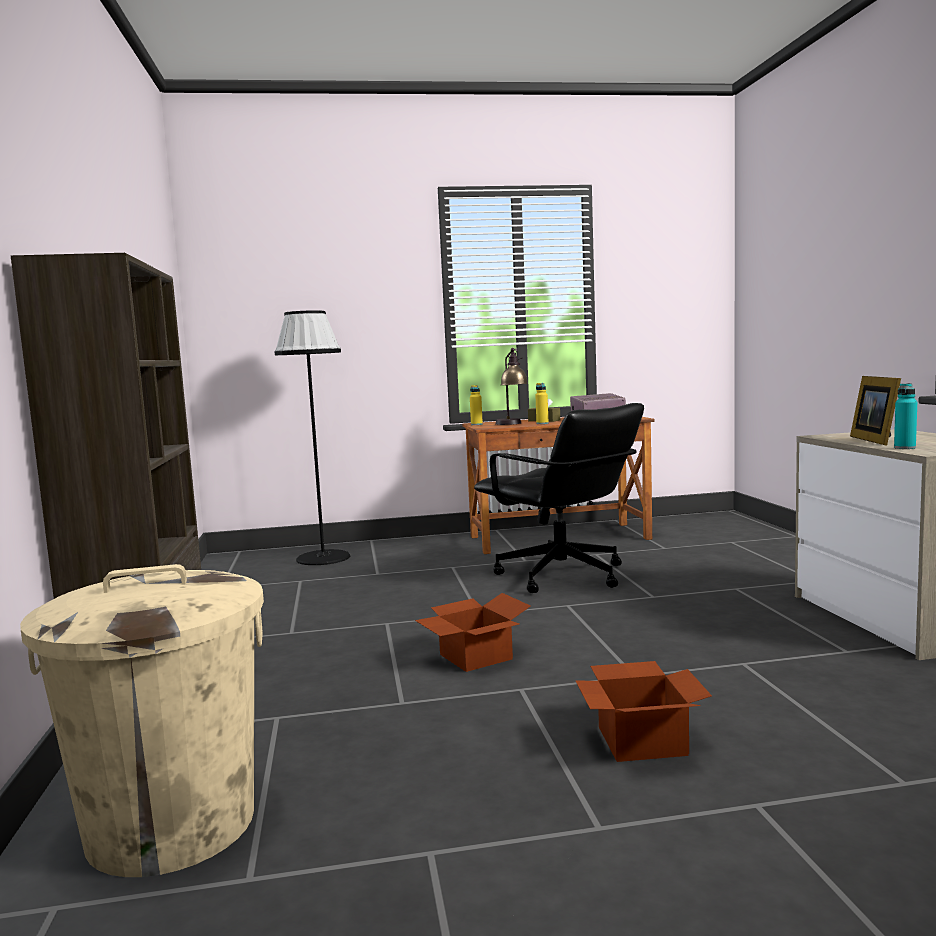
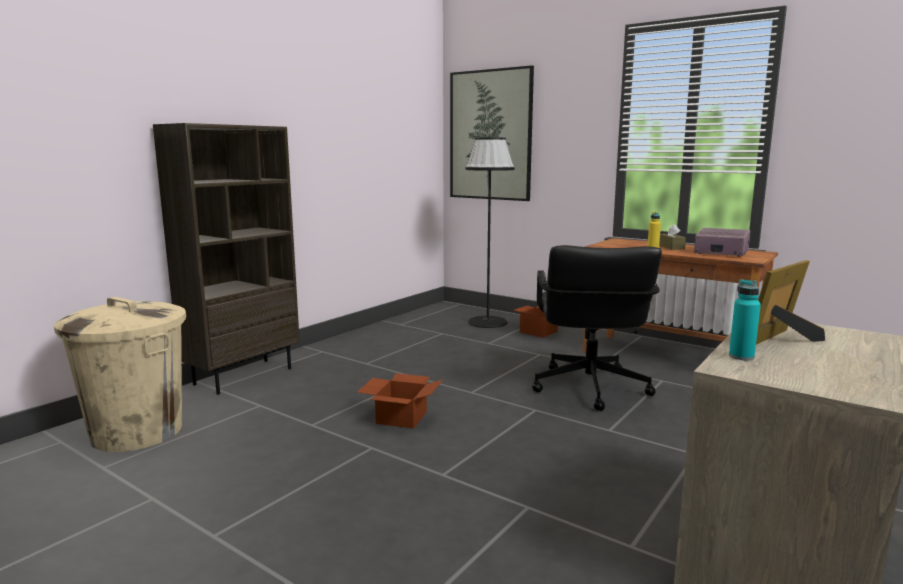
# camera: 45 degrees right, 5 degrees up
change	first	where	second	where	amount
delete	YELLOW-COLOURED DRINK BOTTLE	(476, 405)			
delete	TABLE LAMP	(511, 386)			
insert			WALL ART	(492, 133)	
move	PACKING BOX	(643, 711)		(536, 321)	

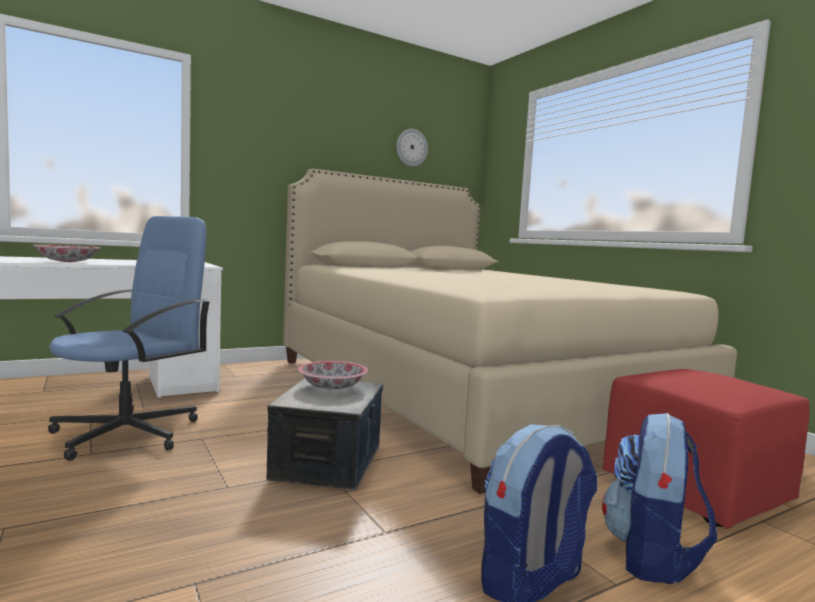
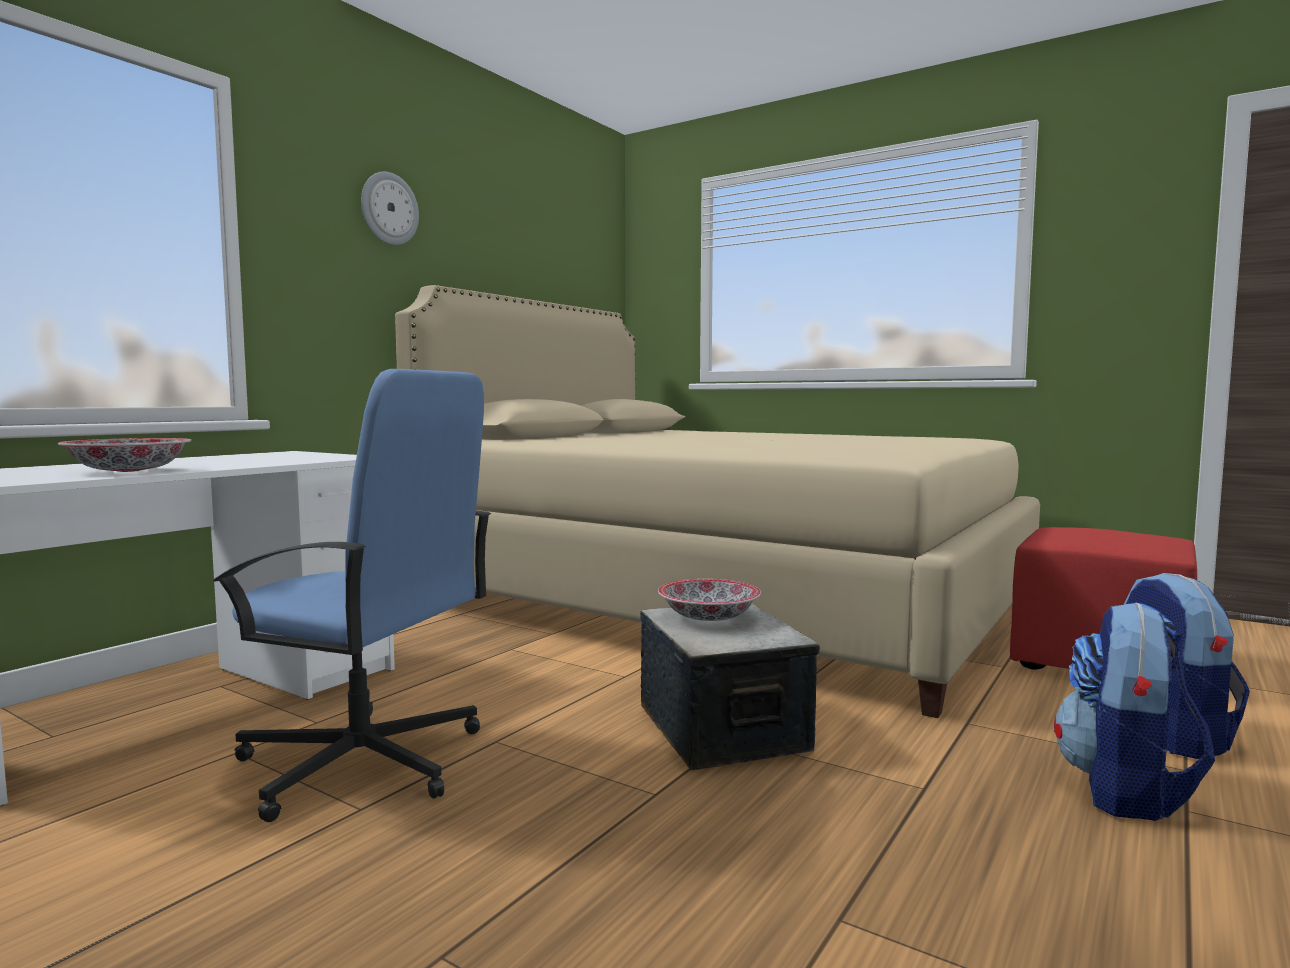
# camera: 25 degrees left, 0 degrees up
change	first	where	second	where	amount
move	CLOCK ON THE WALL	(412, 148)		(390, 208)	
rotate	BLUE DESK CHAIR	(129, 338)		(352, 595)	105 degrees clockwise

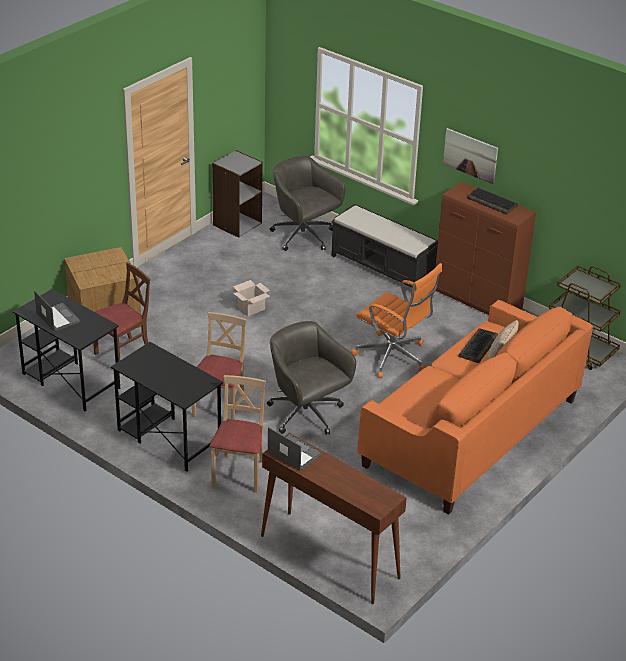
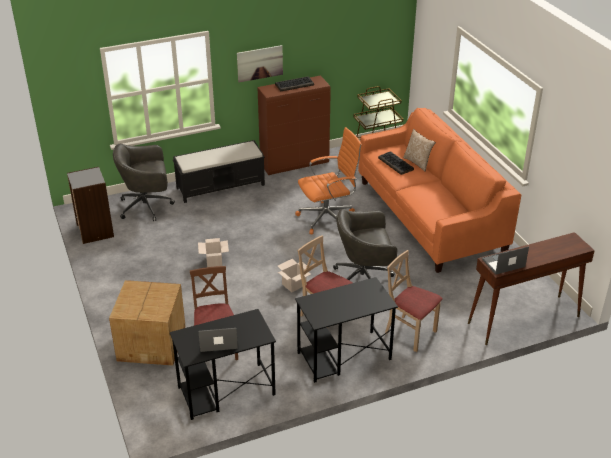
# camera: 60 degrees left, 0 degrees up
change	first	where	second	where	amount
insert			PACKING BOX	(294, 275)	

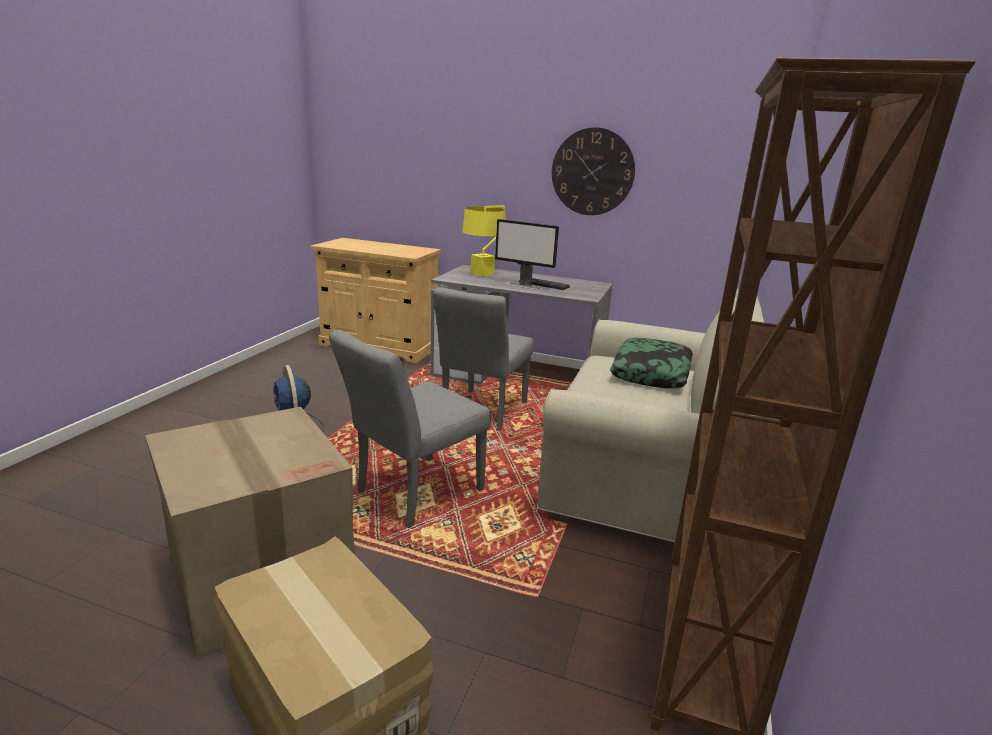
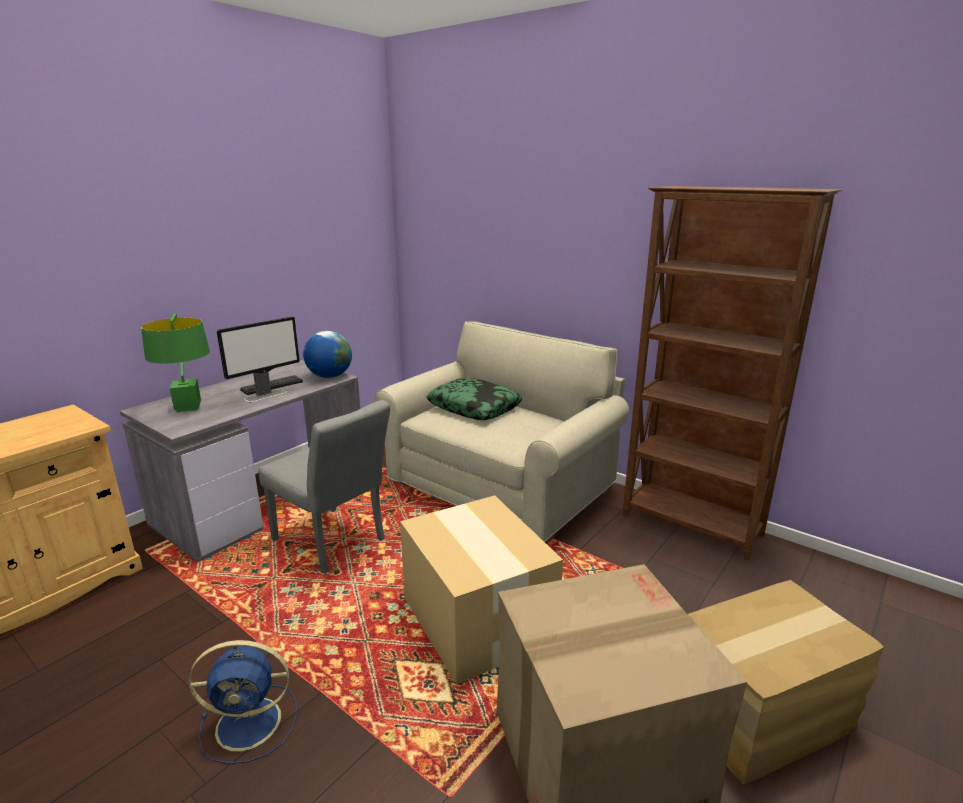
# camera: 70 degrees left, 0 degrees up
change	first	where	second	where	amount
delete	CLOCK ON THE WALL	(593, 171)			
insert			WORLD GLOBE	(327, 354)	
replace	GRAY UPRIGHT CHAIR	(410, 429)	PACKING BOX	(481, 589)	
recolor	YELLOW-COLOURED TABLE LAMP	(484, 241)	GREEN-COLOURED TABLE LAMP	(175, 362)	

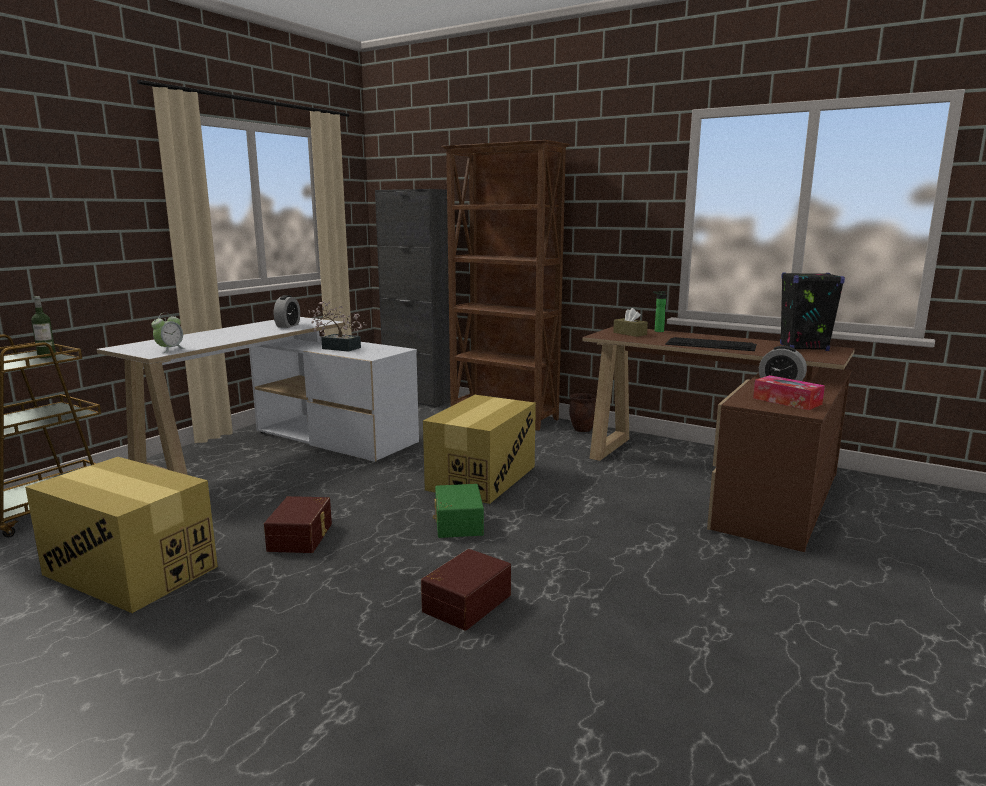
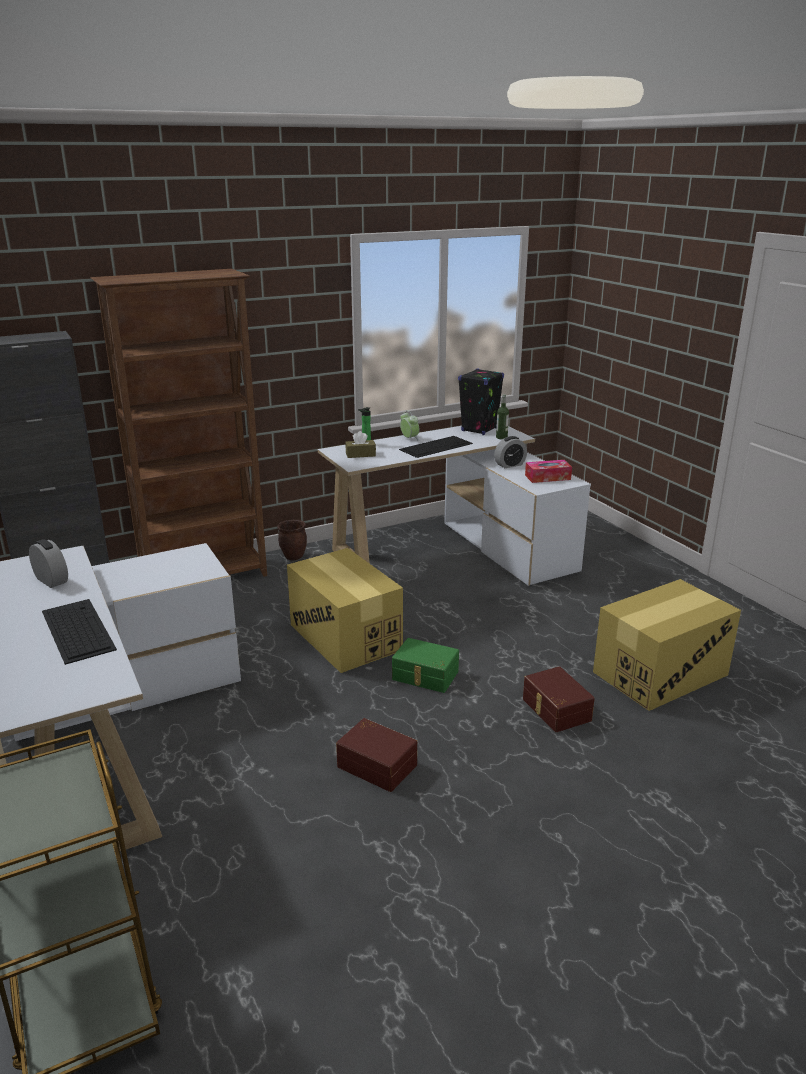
# camera: 60 degrees left, 10 degrees up
change	first	where	second	where	amount
delete	POTTED PLANT	(337, 326)			
insert			PC KEYBOARD	(79, 632)	
move	PACKING BOX	(121, 535)		(667, 645)	
move	DRINK BOTTLE	(43, 327)		(502, 417)	
move	BEDSIDE CLOCK	(168, 333)		(410, 425)	
recolor	BROWNISH DESK TABLE	(718, 439)	WHITISH DESK TABLE	(454, 506)	

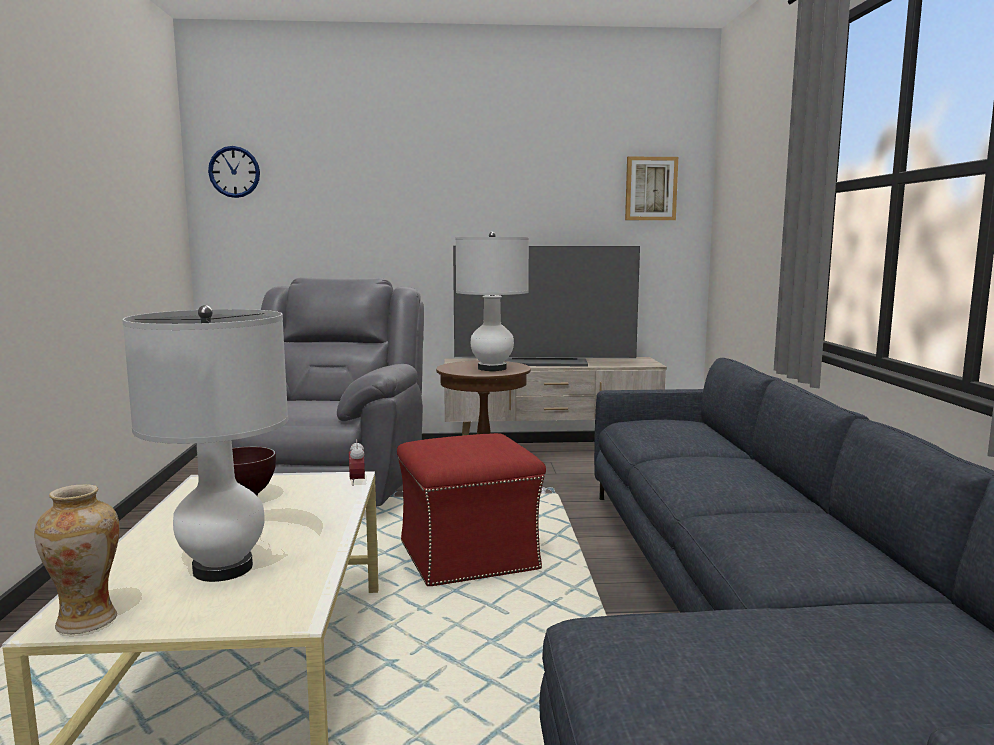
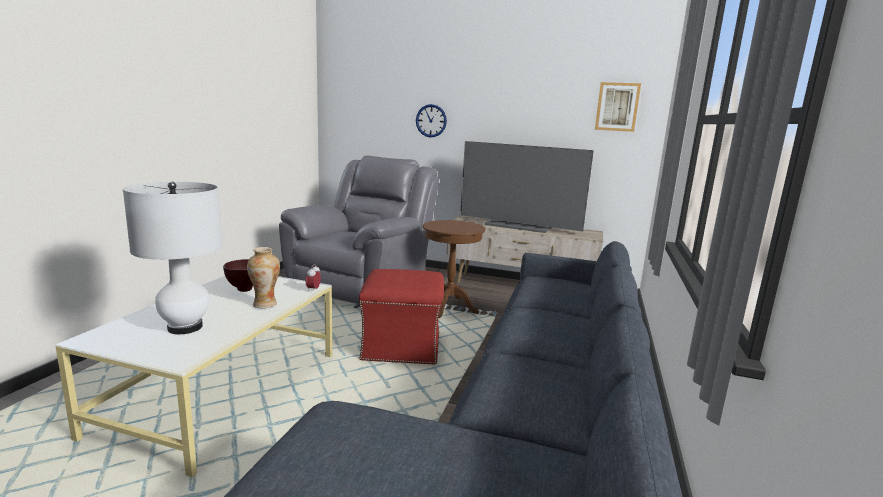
# camera: 20 degrees right, 5 degrees up
change	first	where	second	where	amount
delete	WHITISH TABLE LAMP	(492, 301)			
move	DECORATIVE VASE	(76, 559)		(263, 277)	
move	CLOCK ON THE WALL	(234, 172)		(431, 120)	

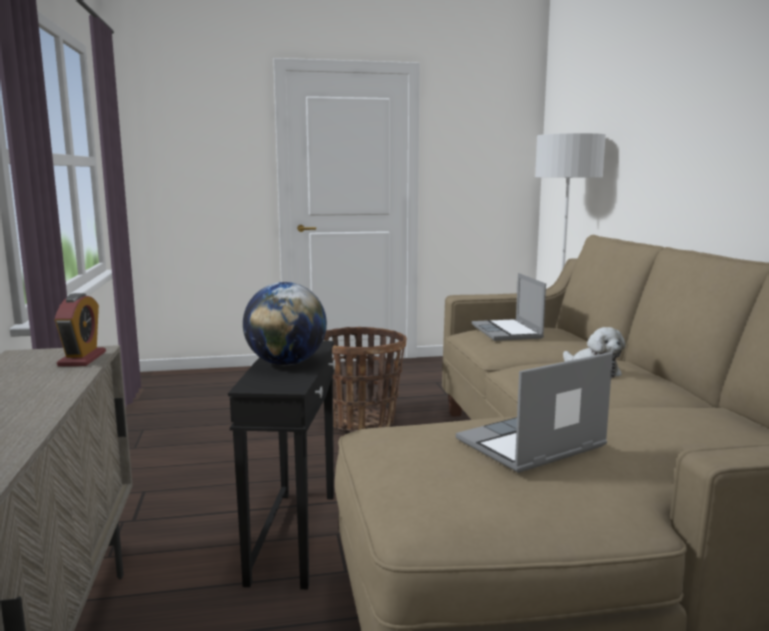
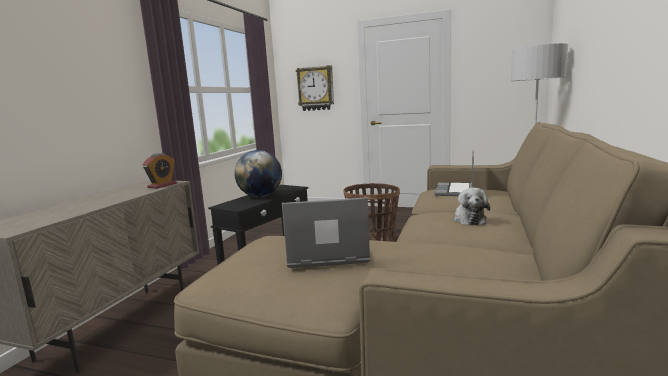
# camera: 30 degrees right, 0 degrees up
change	first	where	second	where	amount
insert			CLOCK ON THE WALL	(315, 88)	

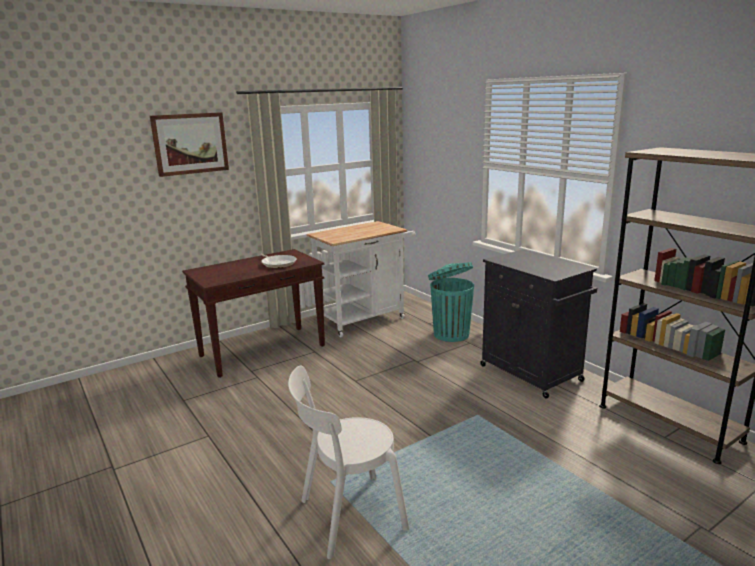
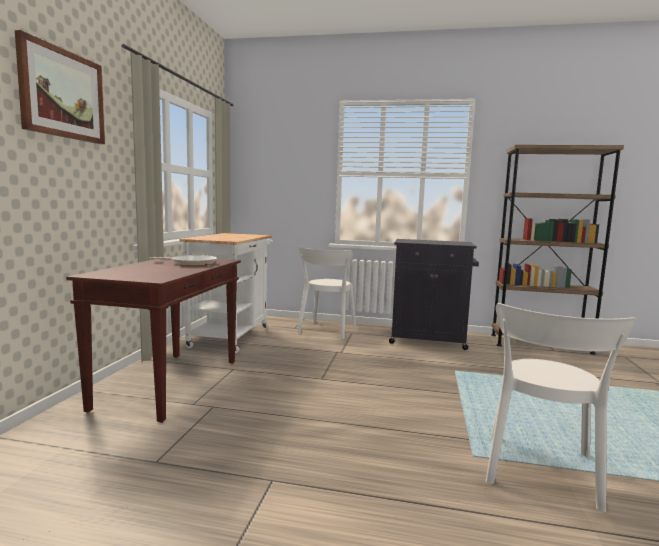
# camera: 45 degrees left, 10 degrees down
change	first	where	second	where	amount
replace	TURQUOISE WASTE BIN	(451, 302)	WHITISH UPRIGHT CHAIR	(326, 293)	

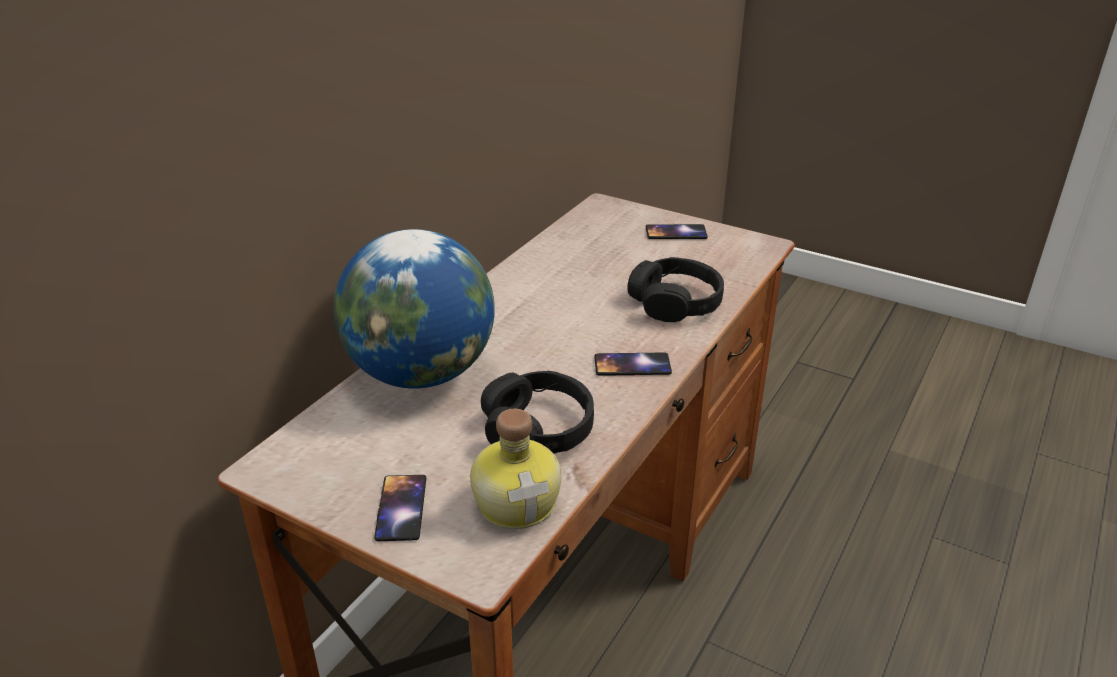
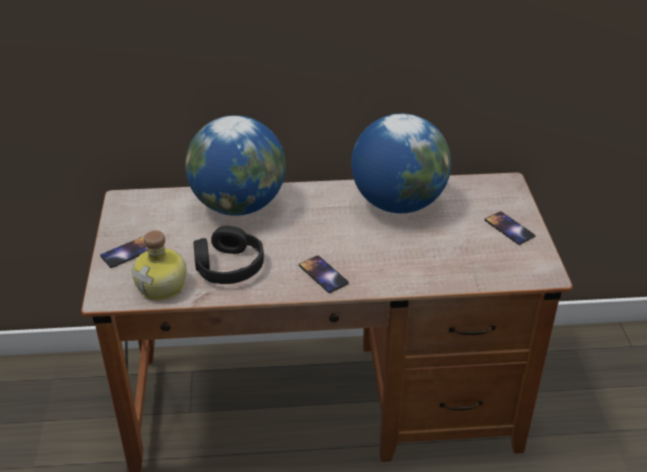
# camera: 55 degrees right, 5 degrees up
change	first	where	second	where	amount
delete	BLACK-COLOURED HEADSET	(676, 289)			
insert			WORLD GLOBE	(401, 163)	

